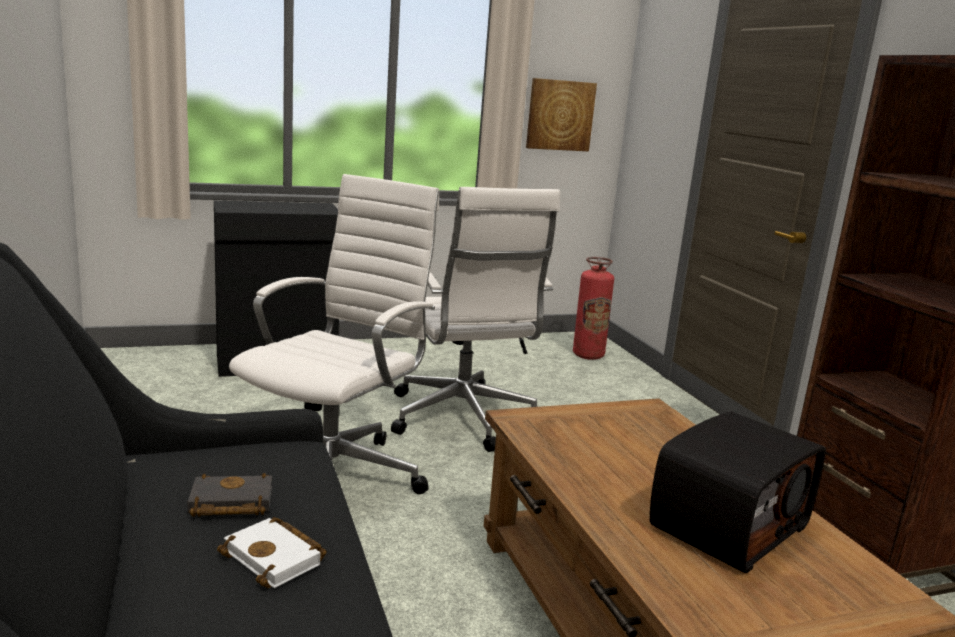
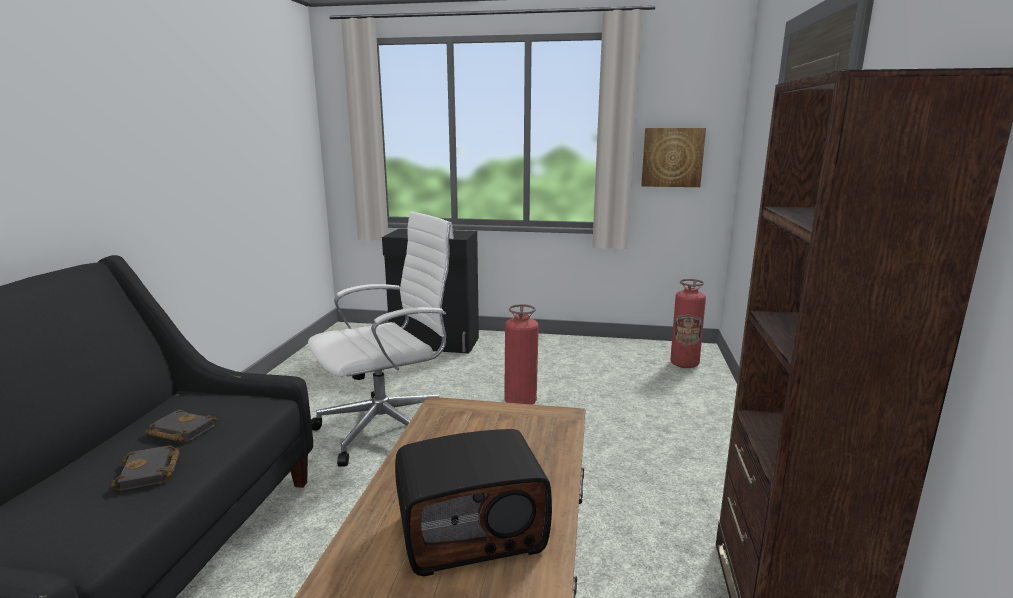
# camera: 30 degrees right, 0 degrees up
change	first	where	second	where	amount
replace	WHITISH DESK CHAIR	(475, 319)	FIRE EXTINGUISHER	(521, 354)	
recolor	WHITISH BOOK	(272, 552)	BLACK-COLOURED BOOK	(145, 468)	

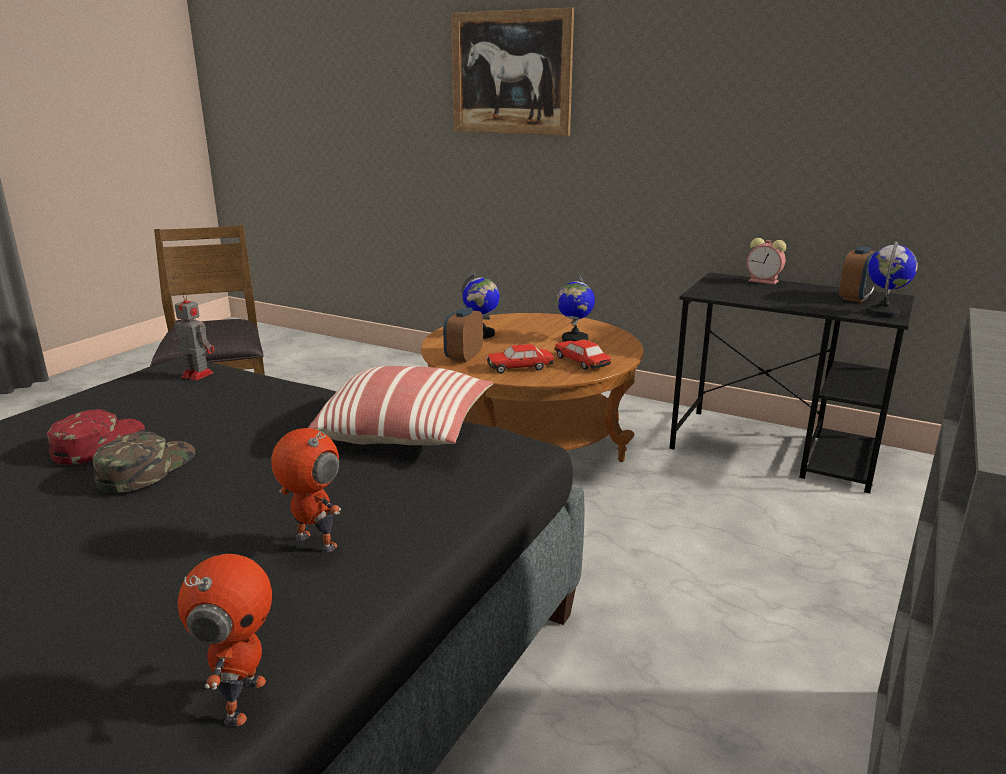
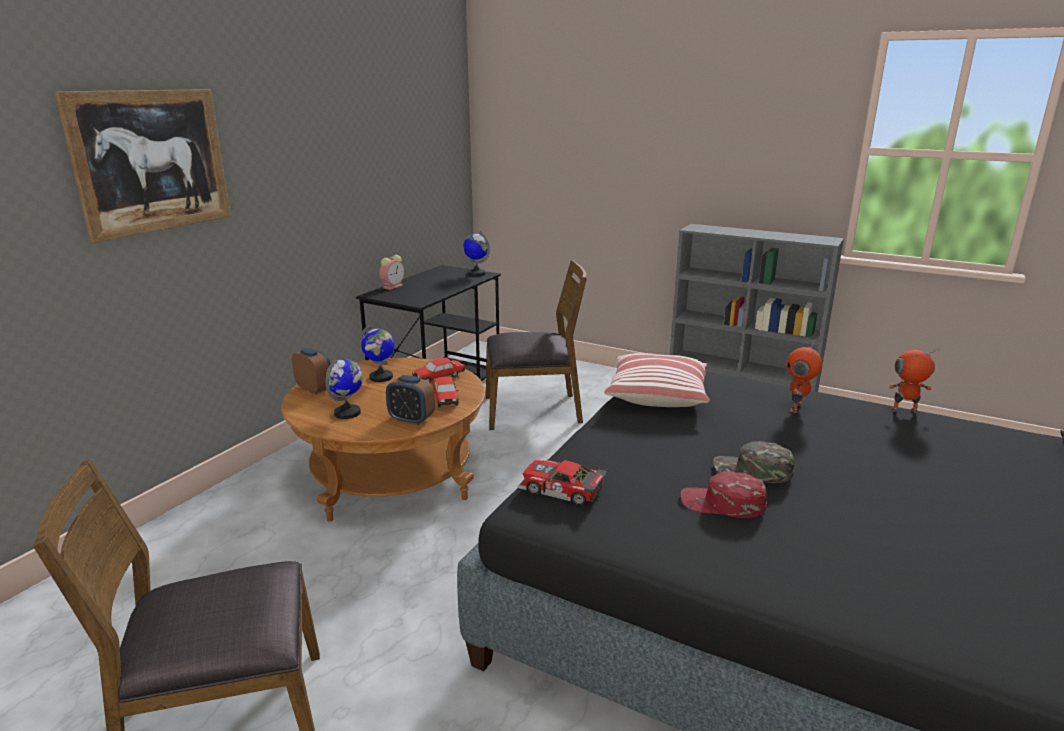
# camera: 90 degrees left, 0 degrees up
change	first	where	second	where	amount
insert			BROWNISH UPRIGHT CHAIR	(536, 345)	
move	BEDSIDE CLOCK	(857, 274)		(311, 371)	
replace	MODEL ROBOT	(193, 336)	MODEL CAR	(562, 482)	

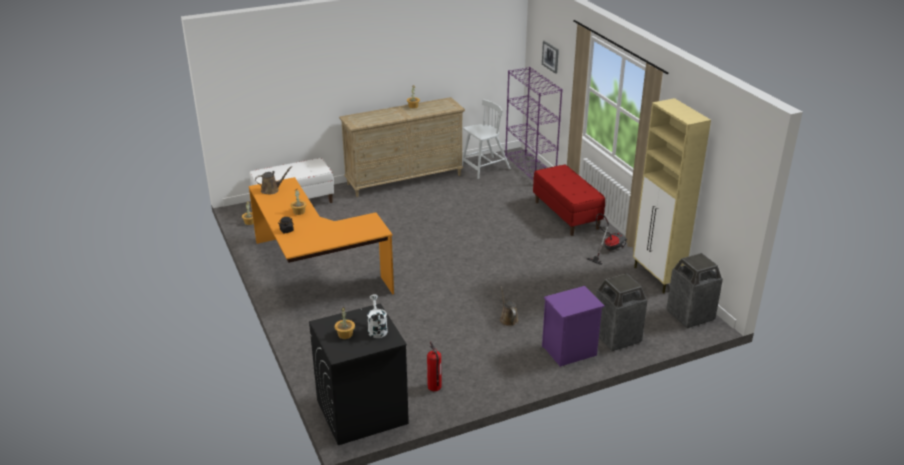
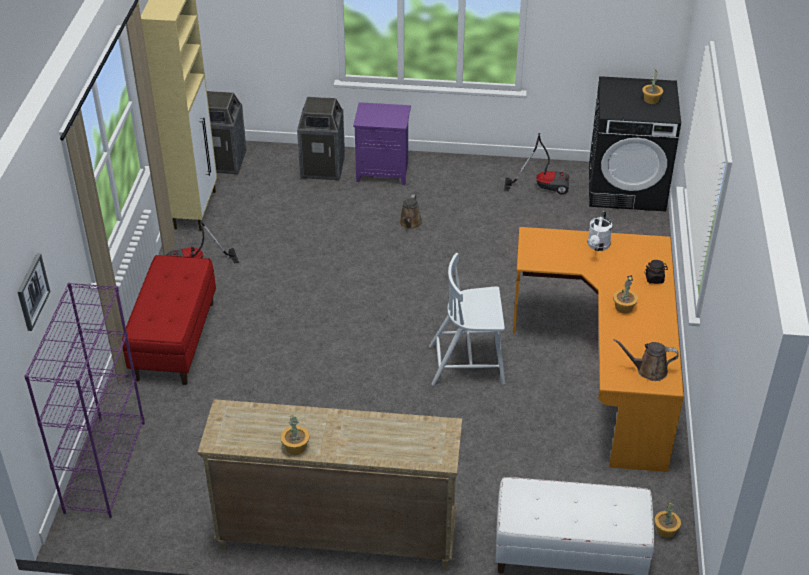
# camera: 150 degrees left, 10 degrees up
change	first	where	second	where	amount
move	WHITISH WATERING POT	(377, 316)		(600, 231)	
move	WHITISH UPRIGHT CHAIR	(486, 139)		(467, 319)	
replace	FIRE EXTINGUISHER	(434, 366)	HOOVER	(536, 163)	

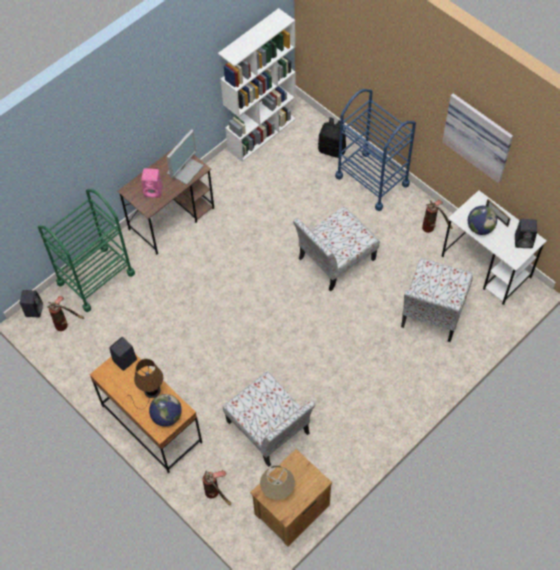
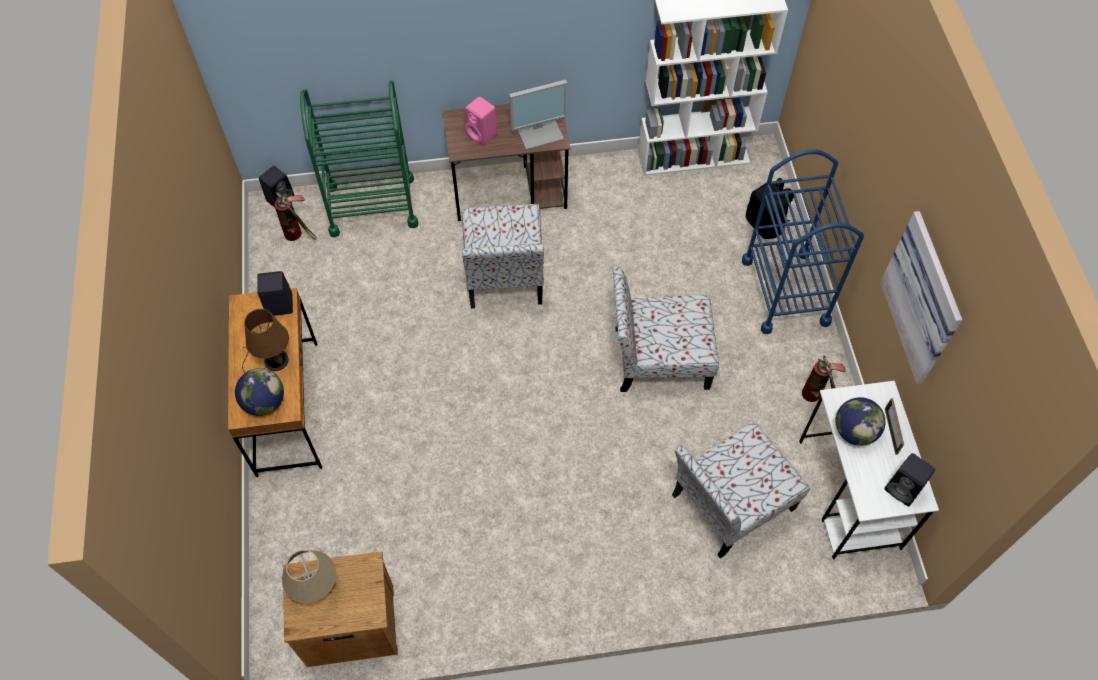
# camera: 35 degrees right, 0 degrees up
change	first	where	second	where	amount
delete	FIRE EXTINGUISHER	(217, 487)			
move	UPRIGHT CHAIR	(269, 419)		(503, 256)	

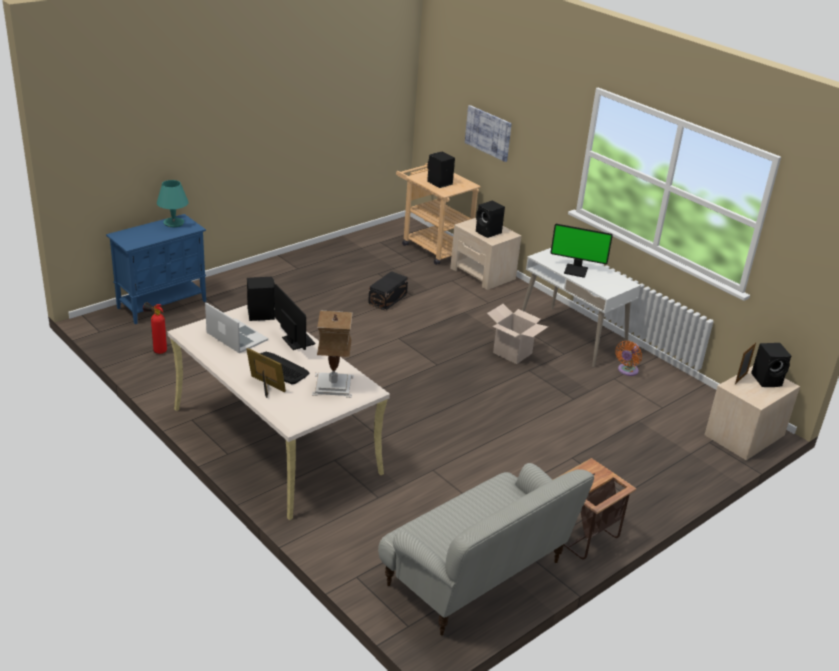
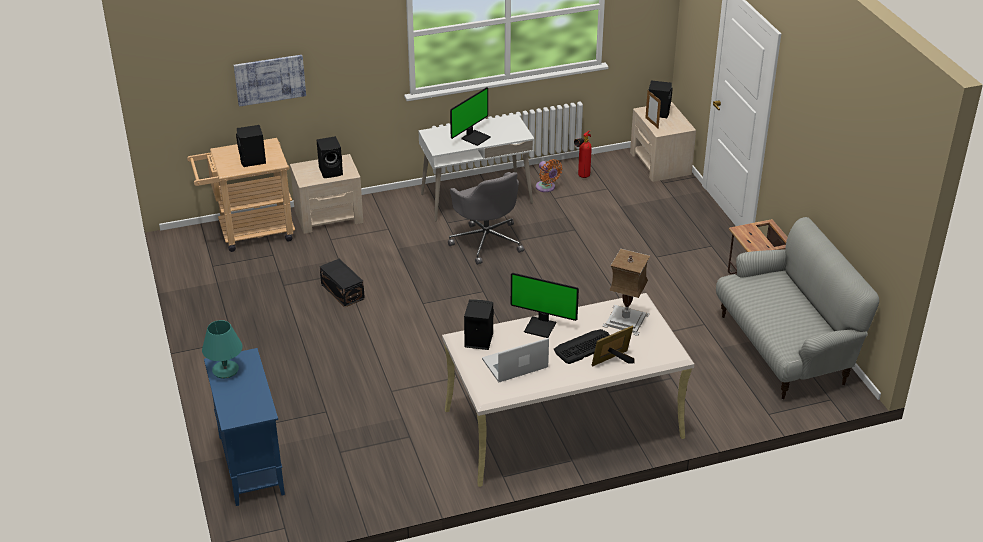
# camera: 65 degrees left, 5 degrees up
change	first	where	second	where	amount
move	FIRE EXTINGUISHER	(155, 328)		(583, 154)	
replace	PACKING BOX	(517, 334)	GRAY DESK CHAIR	(486, 218)	
rotate	COMPUTER SCREEN	(295, 317)		(545, 305)	150 degrees counterclockwise

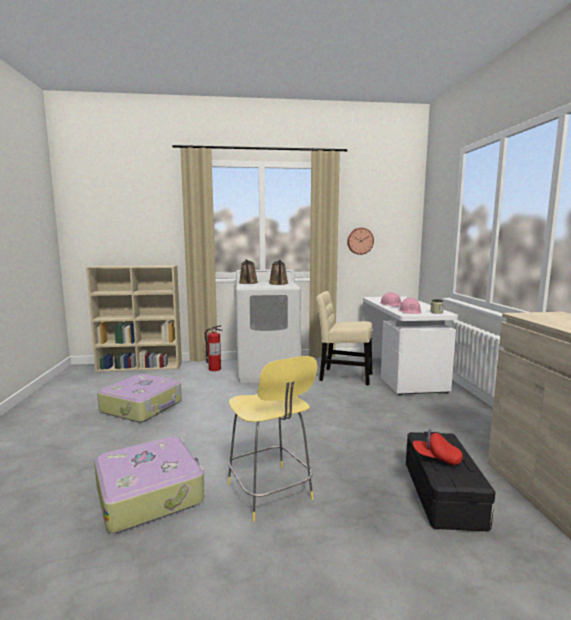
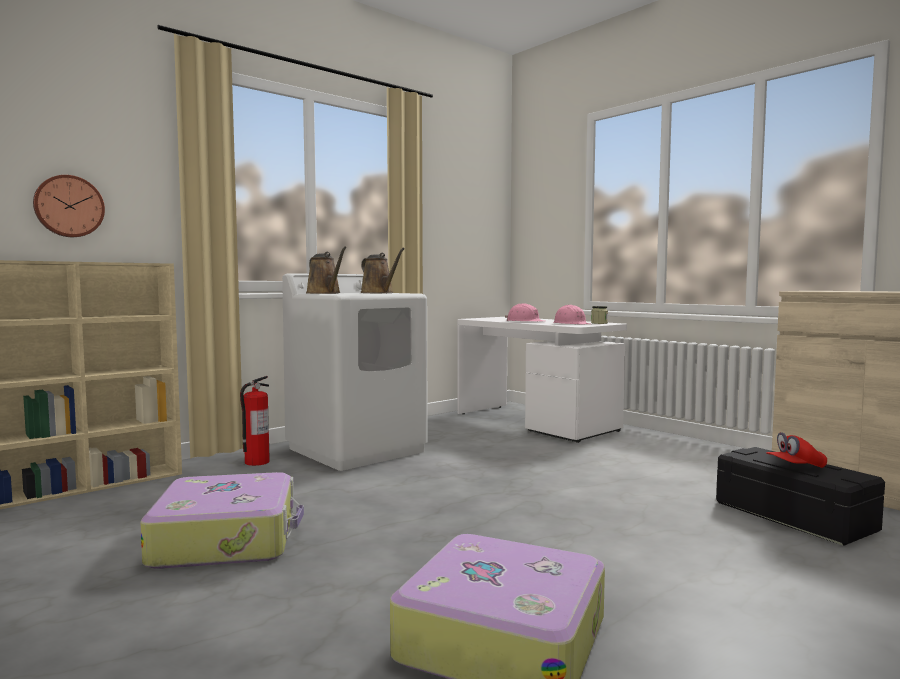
# camera: 35 degrees left, 5 degrees down
change	first	where	second	where	amount
delete	YELLOW-COLOURED STOOL SEAT	(272, 439)			
delete	BEIGE-COLOURED UPRIGHT CHAIR	(344, 338)			
move	CLOCK ON THE WALL	(360, 241)		(69, 206)	

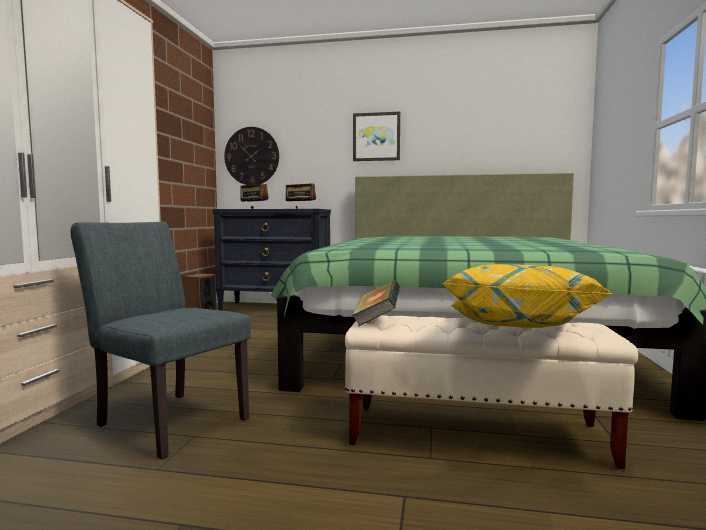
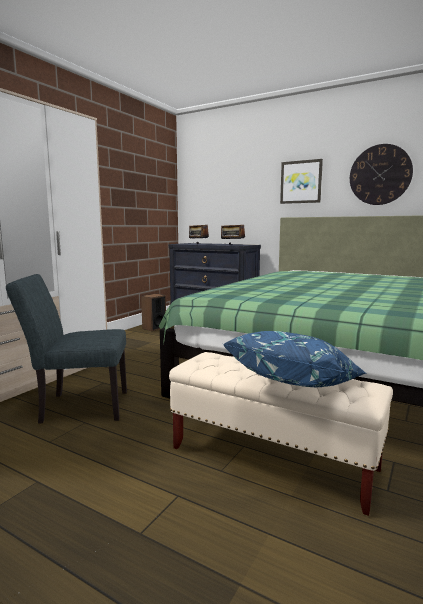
# camera: 20 degrees right, 5 degrees up
change	first	where	second	where	amount
delete	BOOK	(376, 303)			
move	CLOCK ON THE WALL	(251, 156)		(381, 174)	
recolor	YELLOW-COLOURED THROW PILLOW	(527, 296)	BLUE THROW PILLOW	(295, 359)	
rotate	GRAY UPRIGHT CHAIR	(160, 341)		(66, 349)	60 degrees counterclockwise

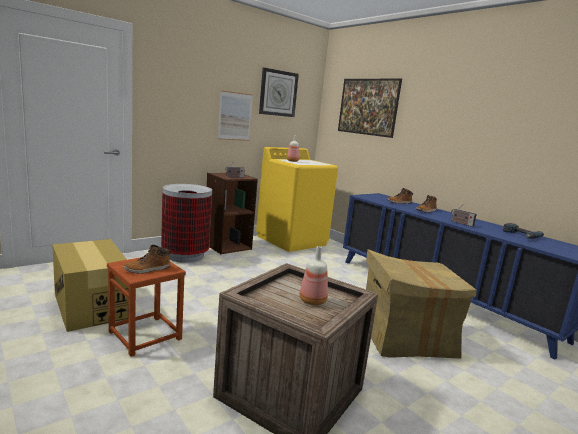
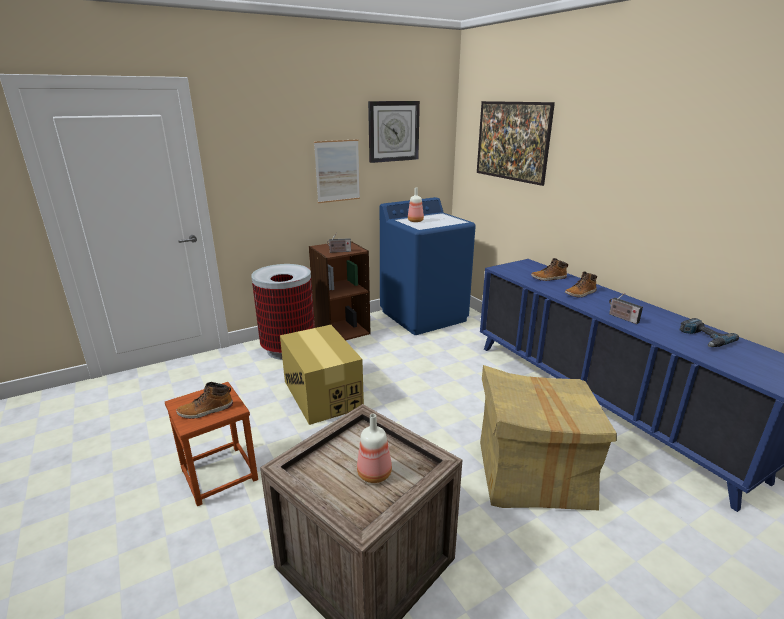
# camera: 10 degrees right, 10 degrees up
change	first	where	second	where	amount
move	PACKING BOX	(90, 285)		(322, 375)	
recolor	YELLOW-COLOURED LAUNDRY MACHINE	(297, 199)	BLUE LAUNDRY MACHINE	(428, 266)	

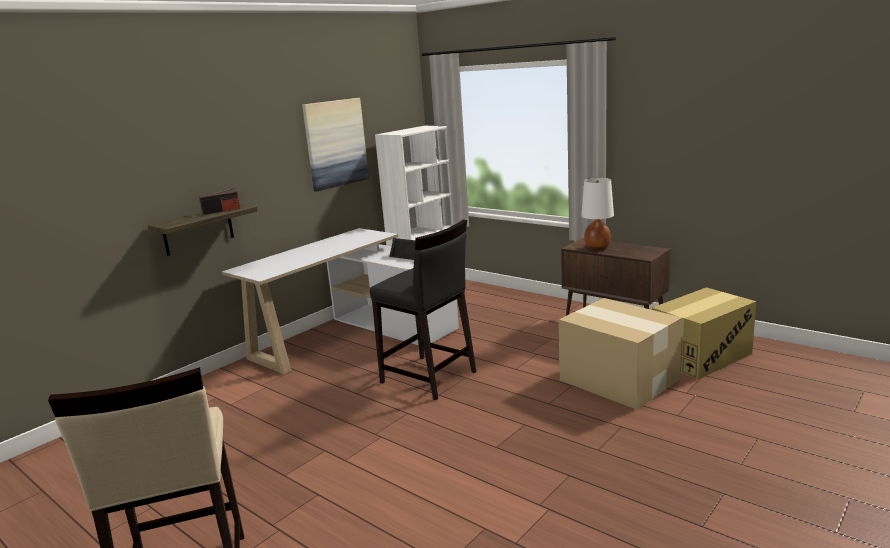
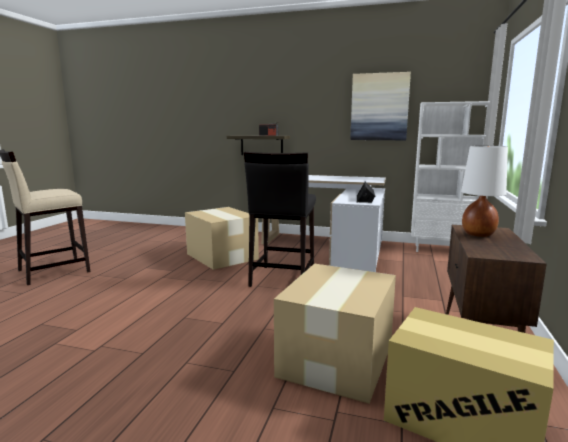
# camera: 65 degrees right, 5 degrees down
change	first	where	second	where	amount
insert			PACKING BOX	(222, 238)	

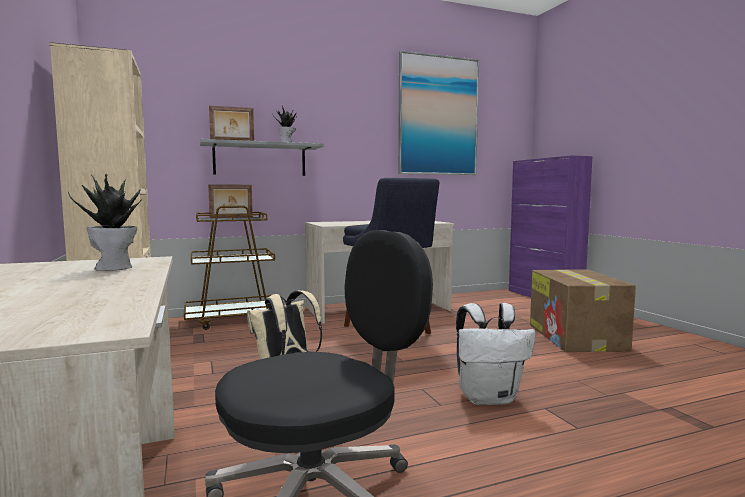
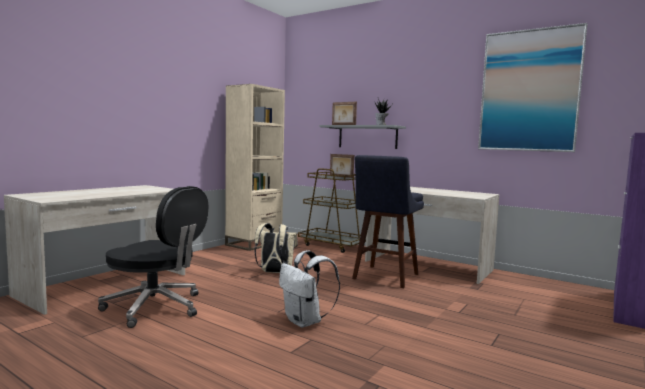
# camera: 55 degrees right, 0 degrees up
change	first	where	second	where	amount
delete	POTTED PLANT	(105, 222)			
delete	PACKING BOX	(583, 310)			

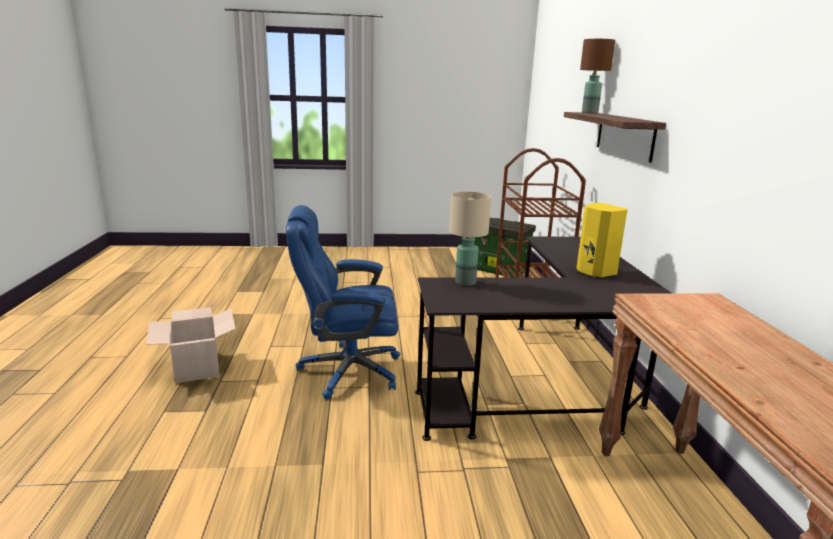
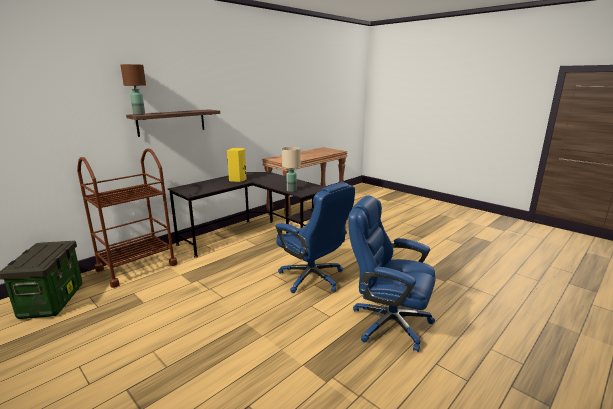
# camera: 130 degrees left, 0 degrees up
change	first	where	second	where	amount
replace	PACKING BOX	(191, 345)	BLUE DESK CHAIR	(392, 274)	

